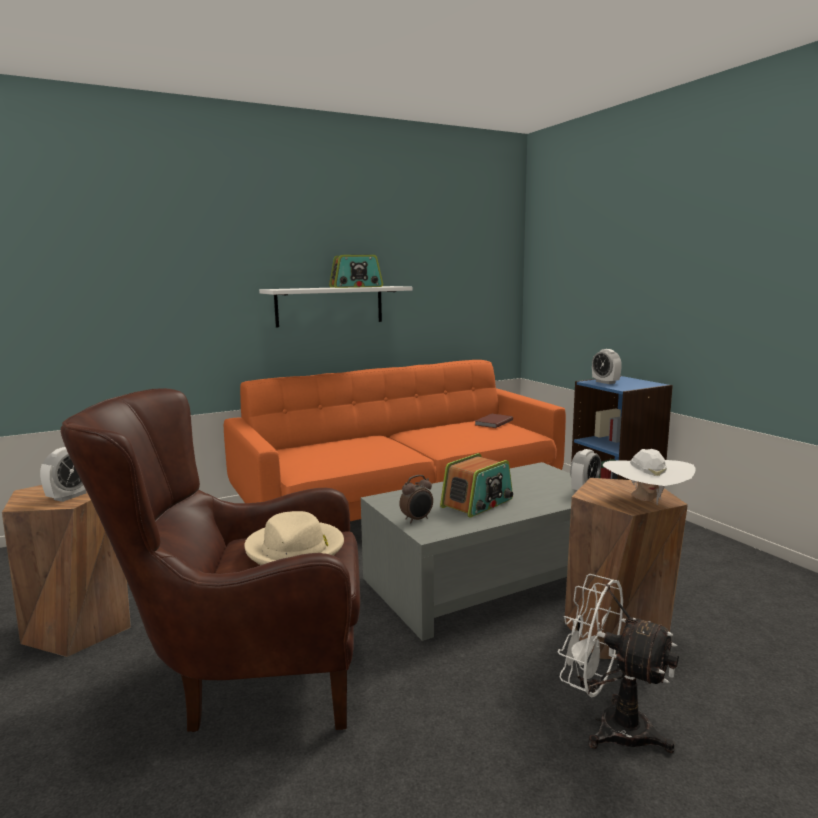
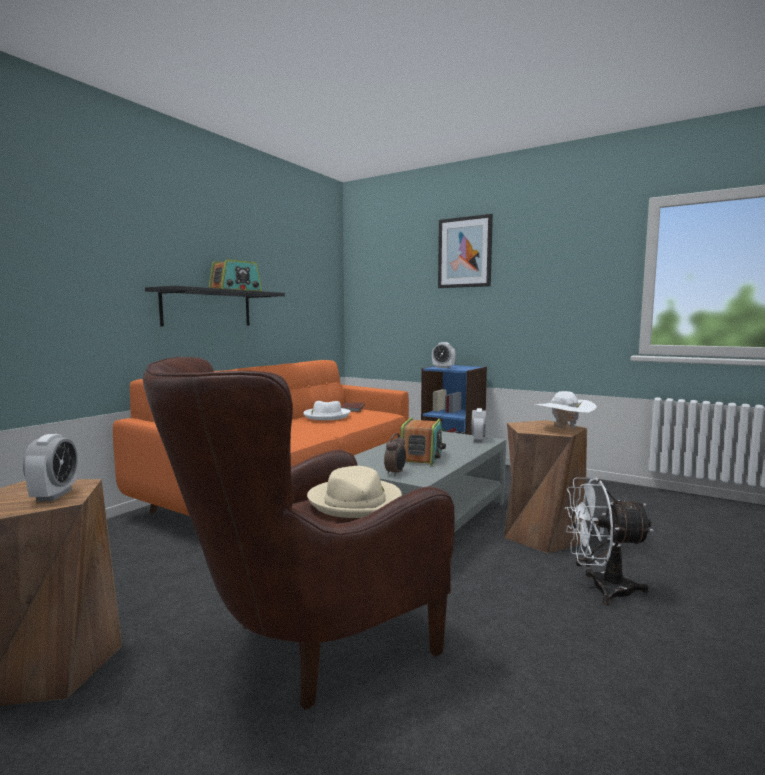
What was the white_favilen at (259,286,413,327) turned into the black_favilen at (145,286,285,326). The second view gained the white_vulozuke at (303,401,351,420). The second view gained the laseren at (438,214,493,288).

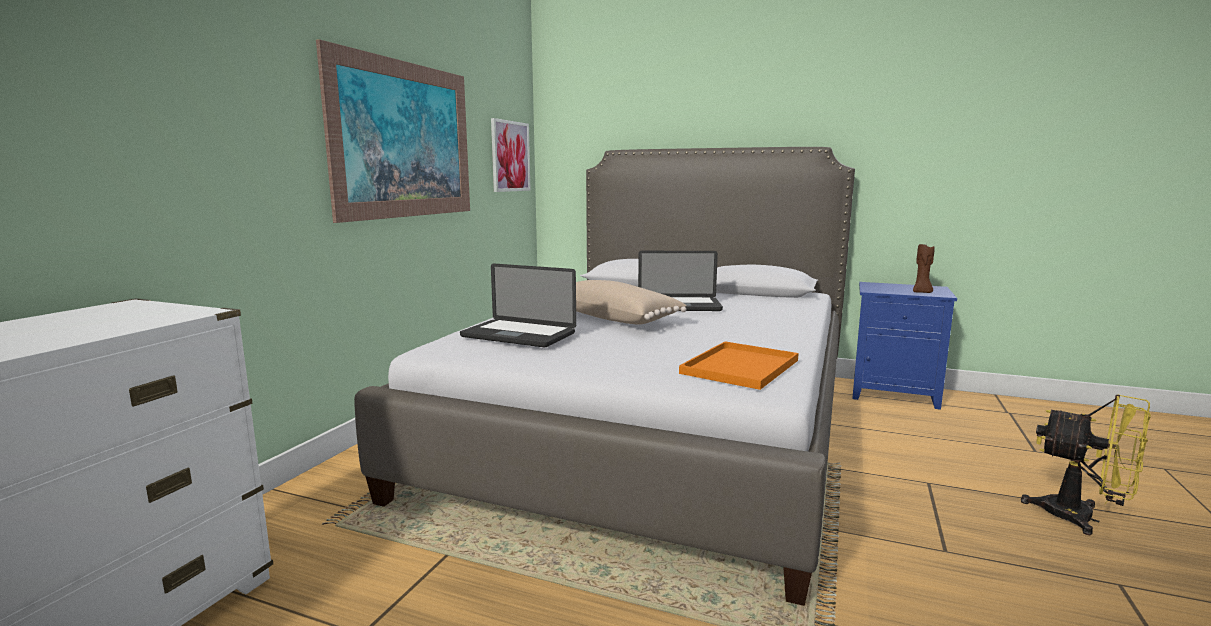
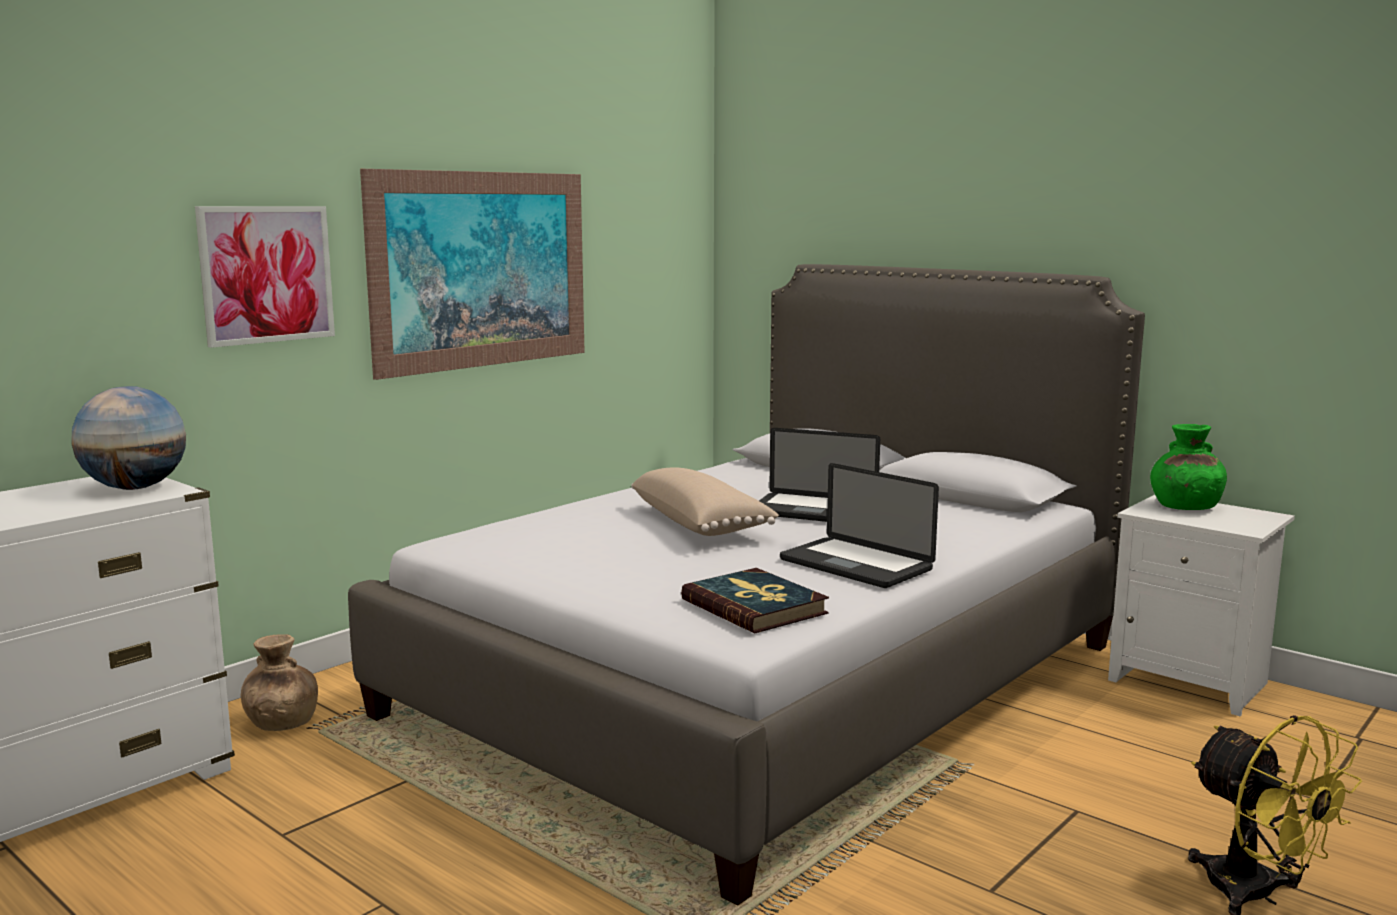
The second view gained the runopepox at (71,386,186,490). The laseren ended up elsewhere, having gone from (491,118,530,192) to (195,206,335,348). The second view gained the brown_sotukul at (241,634,318,731). Where the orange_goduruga stood at (679,342,798,390), the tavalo came to stand at (681,568,829,633). The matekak ended up elsewhere, having gone from (460,264,576,347) to (780,463,939,588). What was the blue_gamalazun at (852,282,957,410) turned into the white_gamalazun at (1108,495,1295,716). The second view gained the green_sotukul at (1150,424,1227,510). The second view lost the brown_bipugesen at (913,244,935,293).

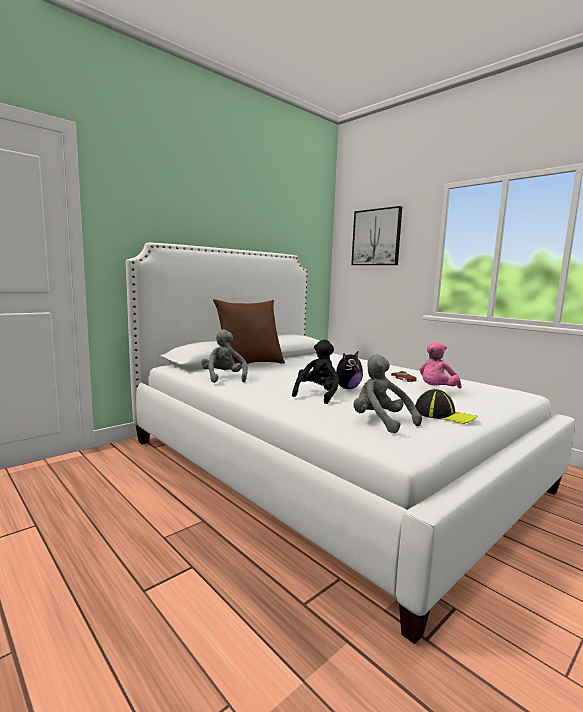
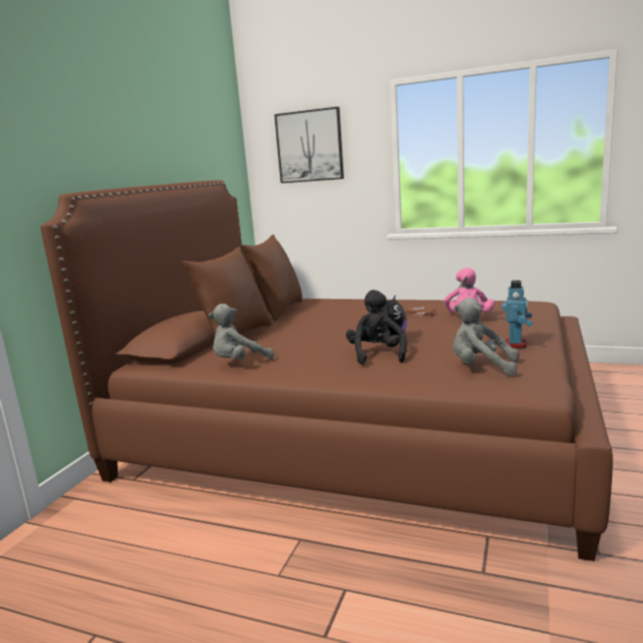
What was the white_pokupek at (126,243,575,644) turned into the brown_pokupek at (40,180,613,561). The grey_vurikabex at (201,329,248,383) ended up facing another way, 75 degrees counterclockwise from before. The second view gained the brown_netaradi at (240,235,302,322). Where the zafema stood at (415,389,477,424), the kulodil came to stand at (502,280,533,348).

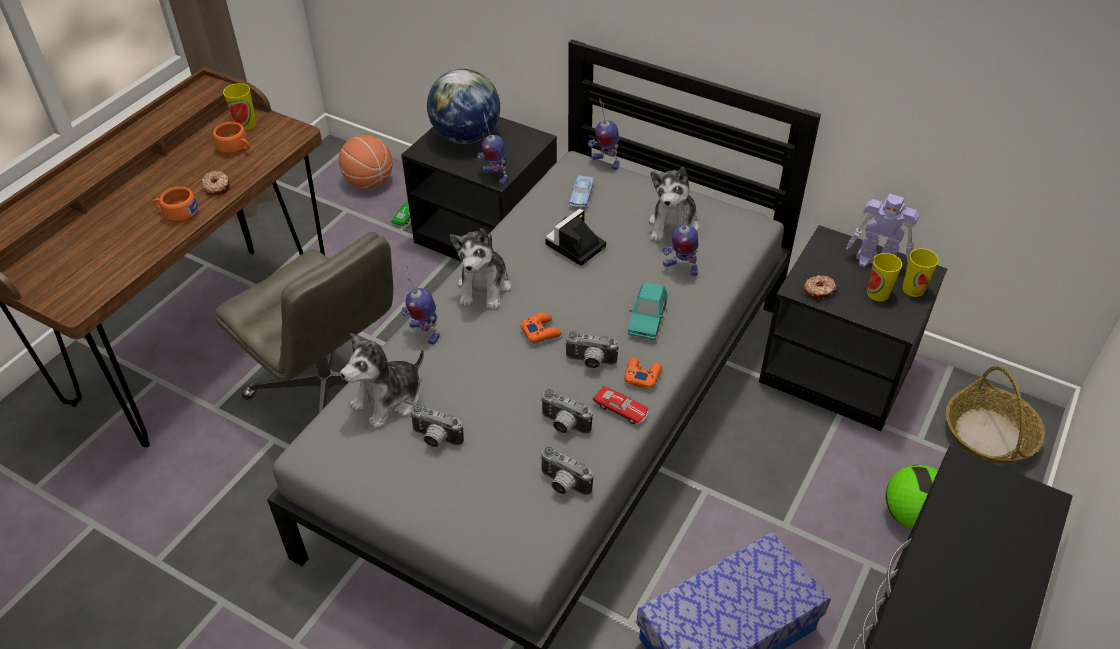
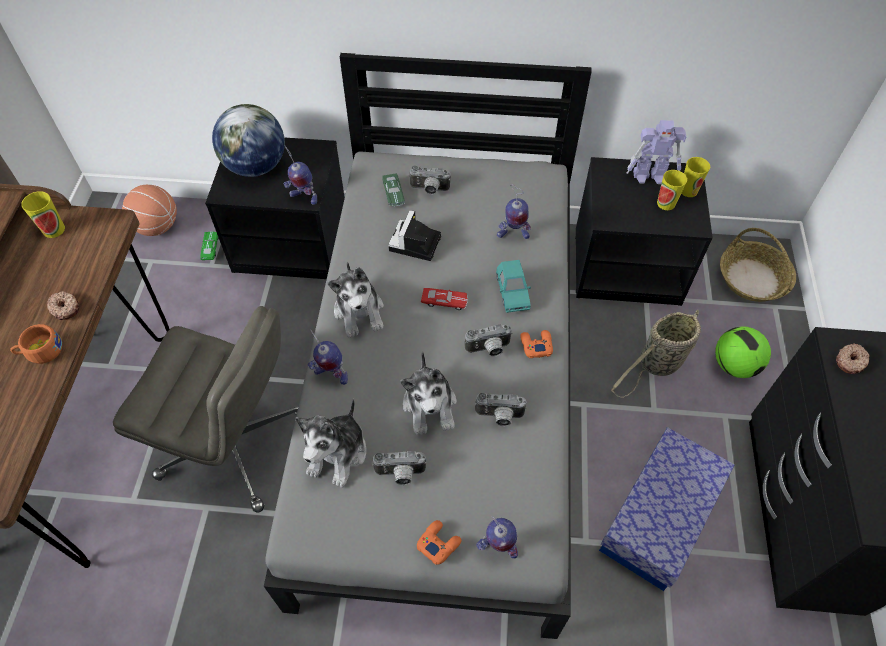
What was the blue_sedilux at (569,175,594,207) turned into the green_sedilux at (382,173,405,206). The vurikabex ended up elsewhere, having gone from (649,167,699,242) to (400,351,457,436). The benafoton ended up elsewhere, having gone from (540,446,594,495) to (409,165,450,195). The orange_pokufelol ended up elsewhere, having gone from (520,313,562,343) to (417,520,462,565). The red_sedilux ended up elsewhere, having gone from (593,386,648,424) to (421,288,468,310). The kulodil ended up elsewhere, having gone from (588,97,619,170) to (476,516,518,559). The second view gained the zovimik at (611,309,701,398). The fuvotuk ended up elsewhere, having gone from (804,275,837,299) to (836,343,870,374). The second view lost the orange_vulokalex at (213,122,250,155).

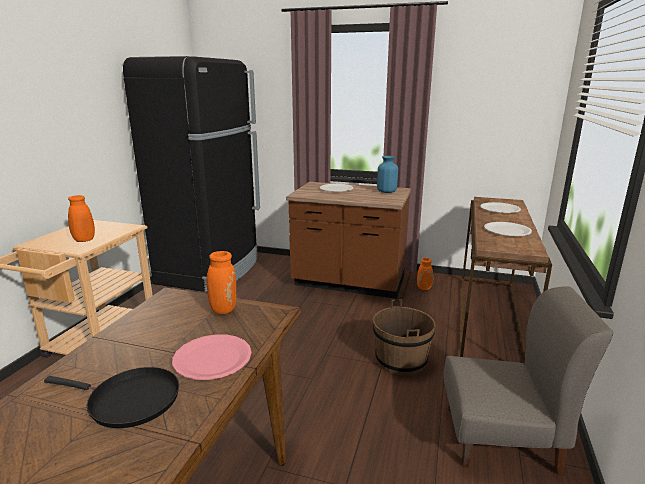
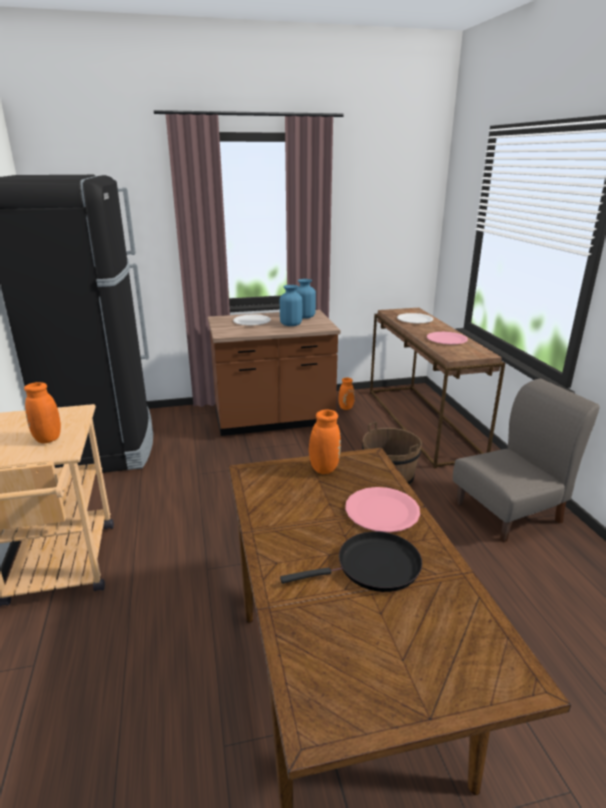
The second view gained the blue_sotukul at (280,285,302,326). What was the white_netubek at (484,222,532,236) turned into the pink_netubek at (427,332,468,344).

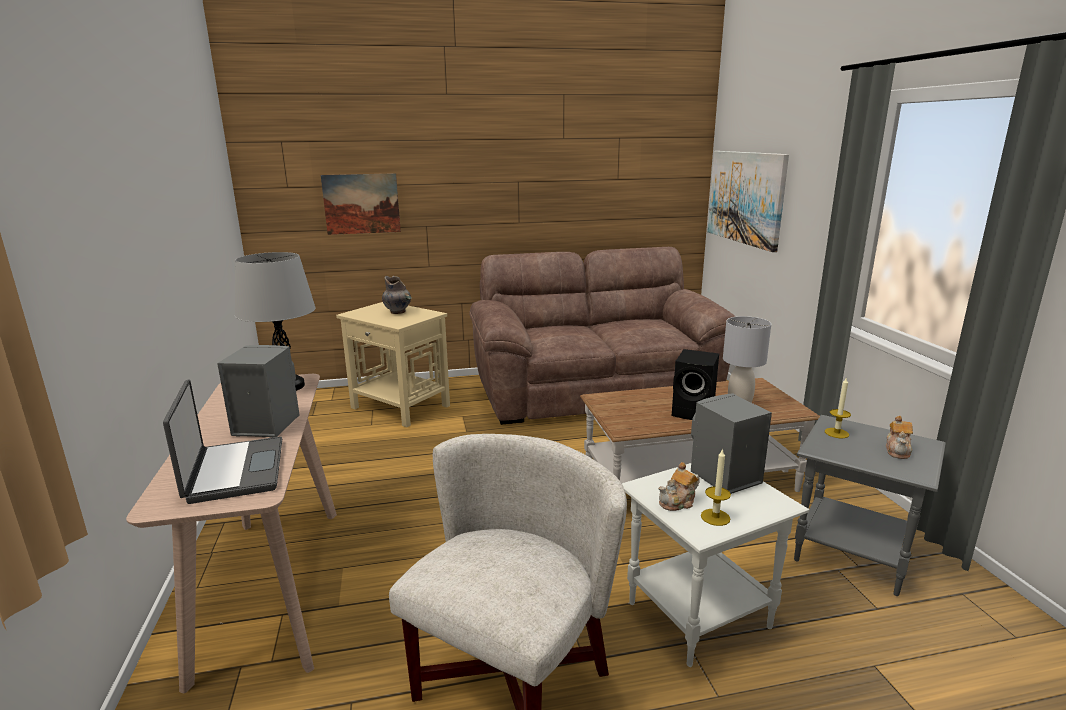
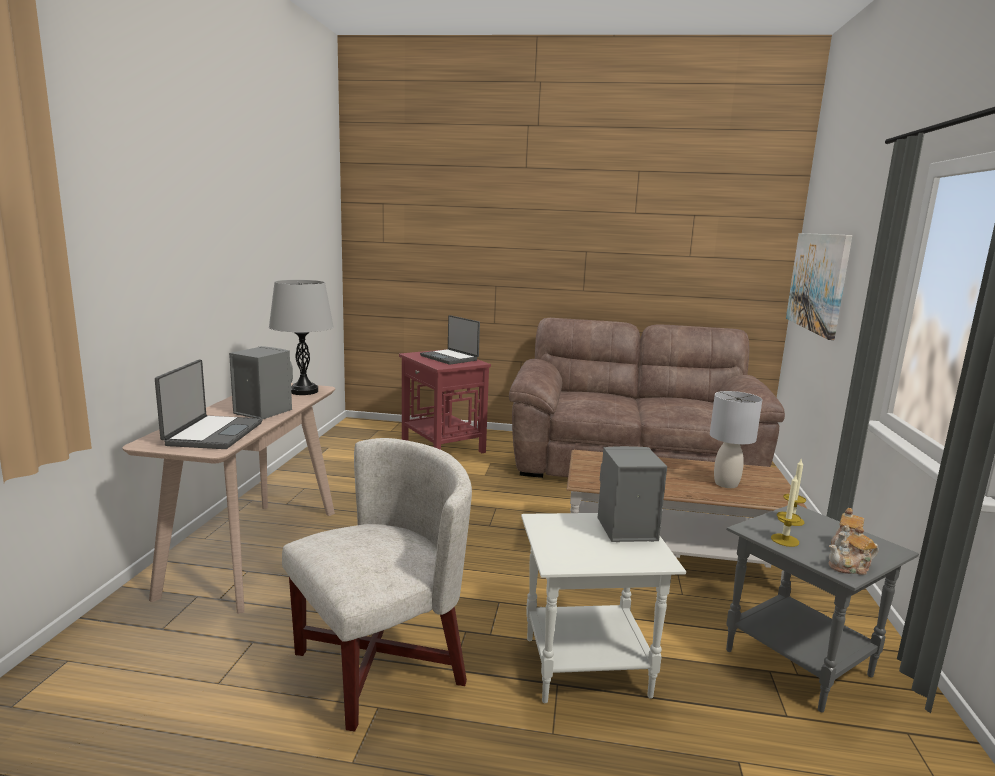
What was the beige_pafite at (336,302,450,427) turned into the red_pafite at (399,349,491,453). Where the grey_sotukul stood at (382,276,412,314), the matekak came to stand at (420,315,480,364). The bipugesen ended up elsewhere, having gone from (701,448,731,526) to (771,475,801,547). The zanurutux ended up elsewhere, having gone from (658,462,700,511) to (828,526,879,575). The second view lost the laseren at (321,173,401,235). The second view lost the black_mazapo at (672,349,719,420).

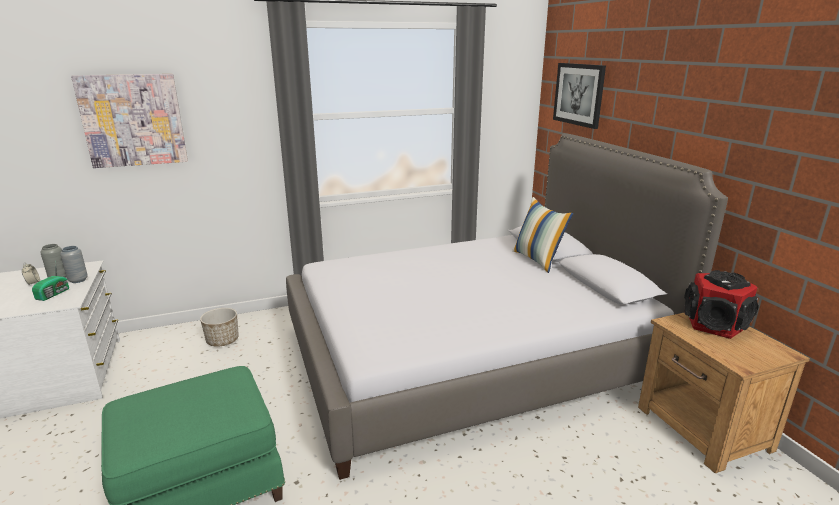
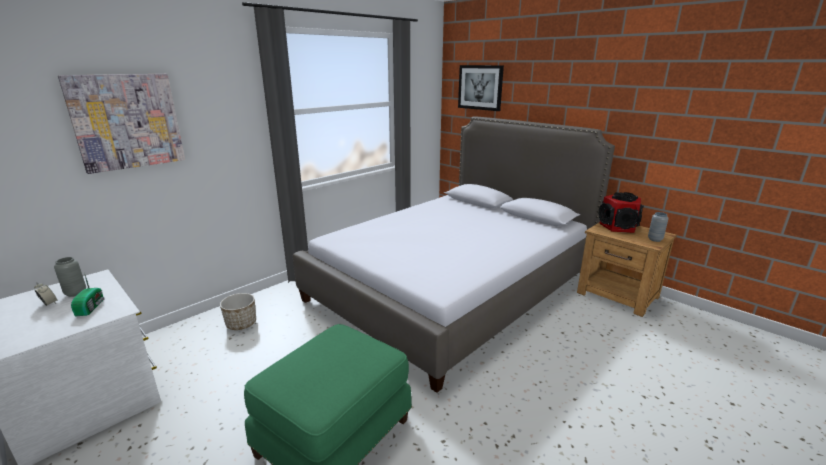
The grey_sotukul ended up elsewhere, having gone from (60,246,88,283) to (648,212,668,242). The second view lost the netaradi at (512,197,573,273).

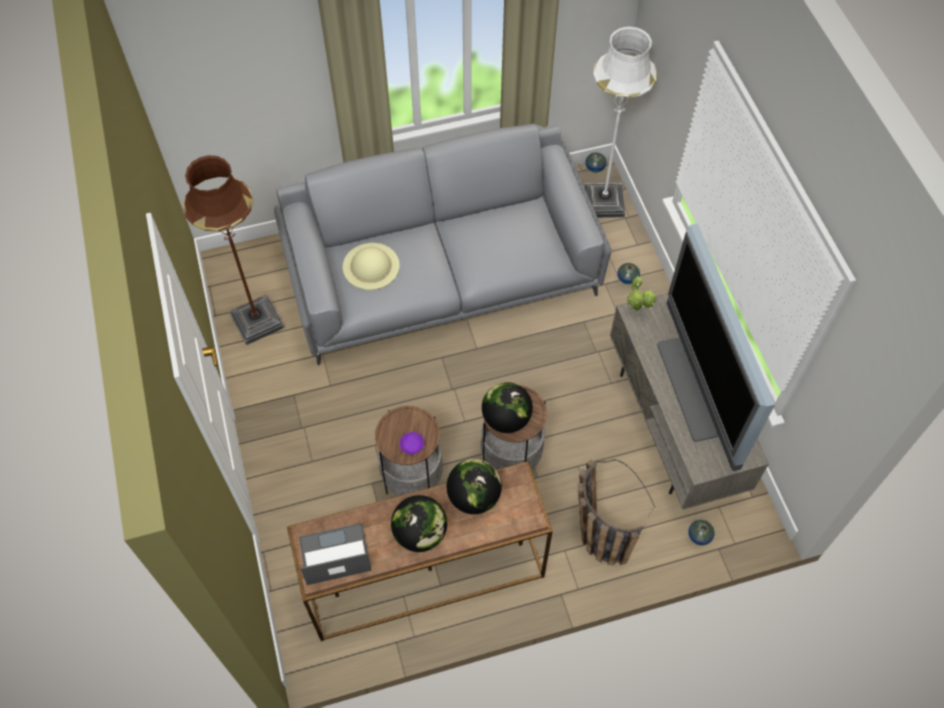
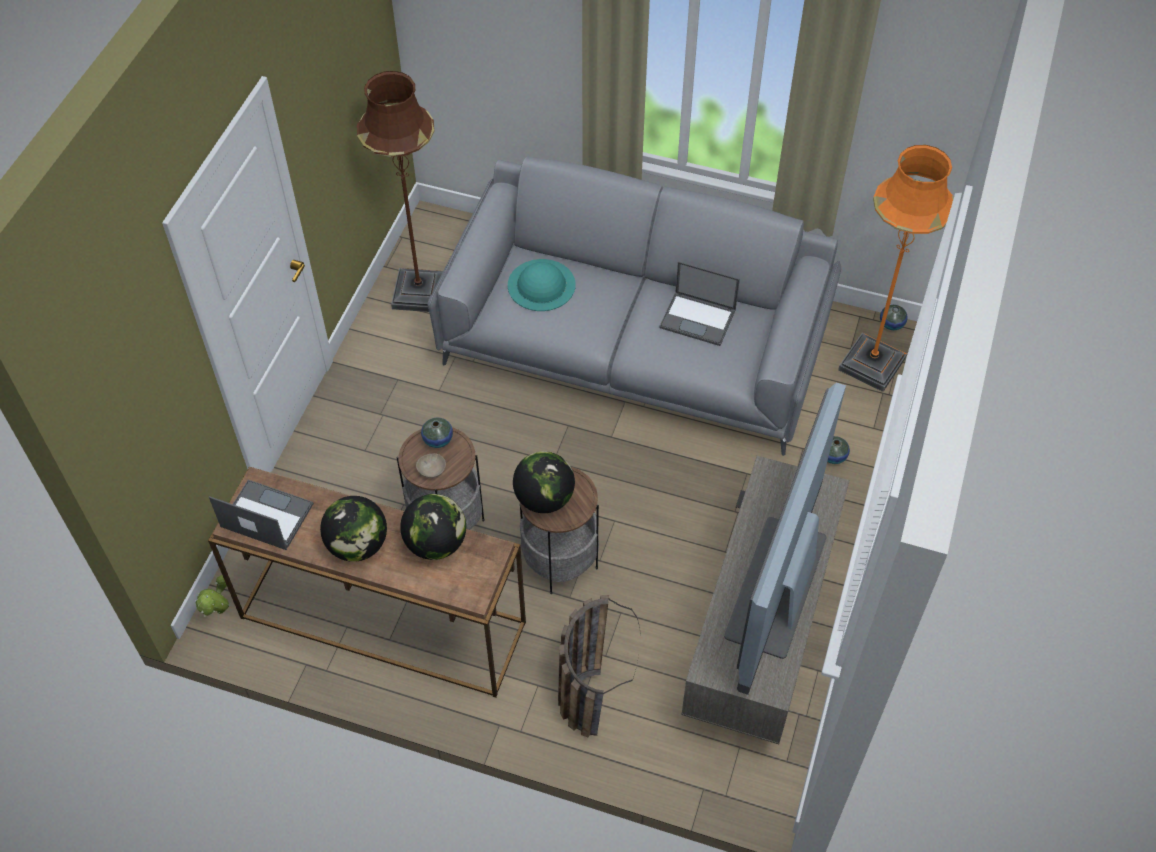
The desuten ended up elsewhere, having gone from (627,276,656,311) to (195,575,230,617). What was the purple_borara at (399,432,424,454) turned into the beige_borara at (416,453,446,478). The sotukul ended up elsewhere, having gone from (688,520,715,545) to (421,418,453,448). What was the beige_vulozuke at (343,243,400,290) turned into the turquoise_vulozuke at (508,259,576,311). The second view gained the matekak at (659,261,740,346). What was the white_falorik at (584,26,657,218) turned into the orange_falorik at (838,145,954,392).

